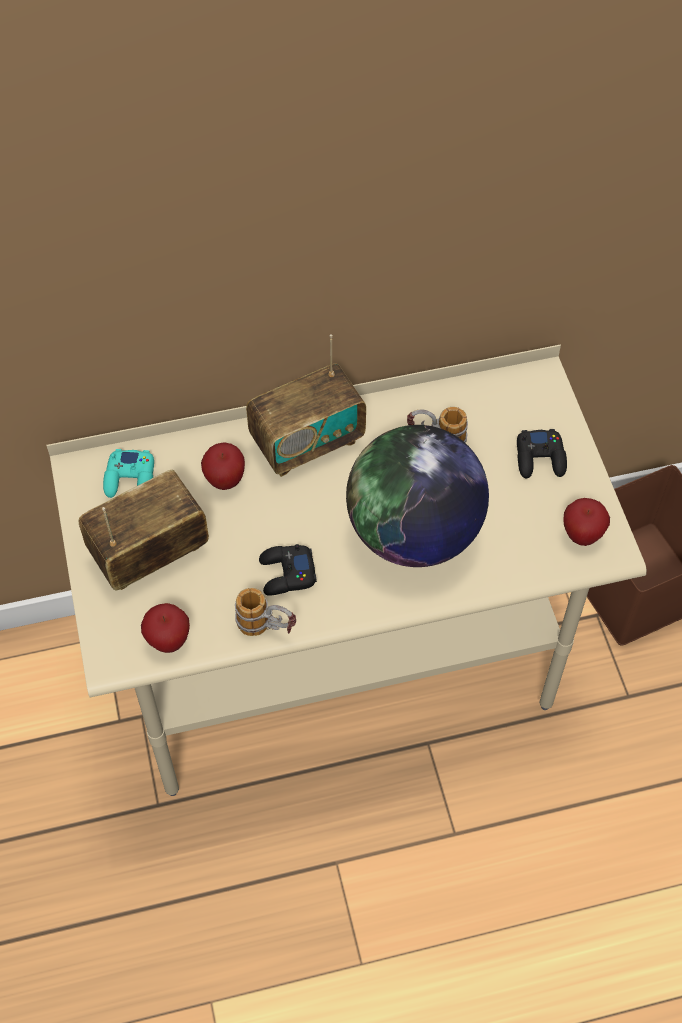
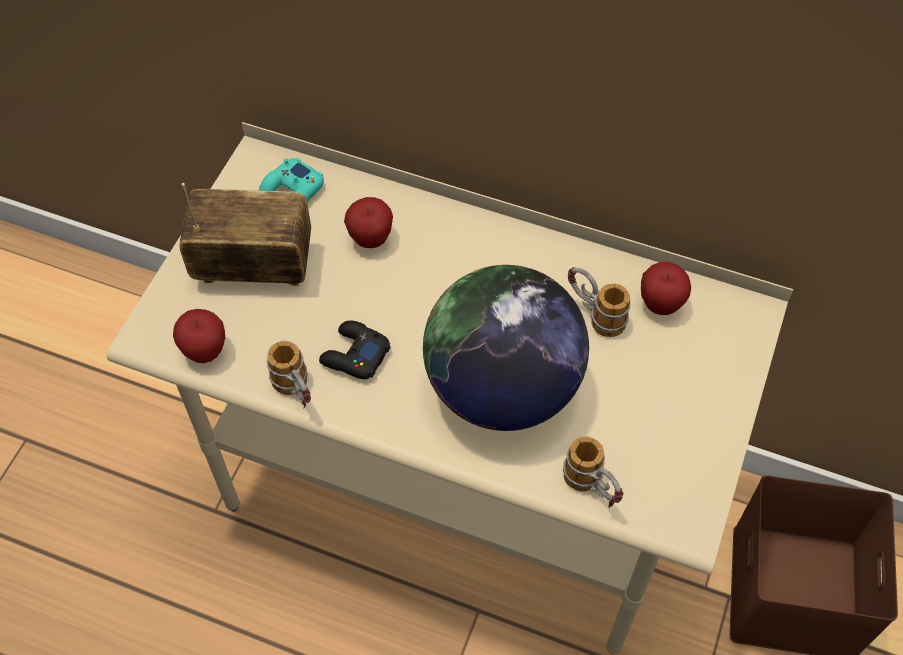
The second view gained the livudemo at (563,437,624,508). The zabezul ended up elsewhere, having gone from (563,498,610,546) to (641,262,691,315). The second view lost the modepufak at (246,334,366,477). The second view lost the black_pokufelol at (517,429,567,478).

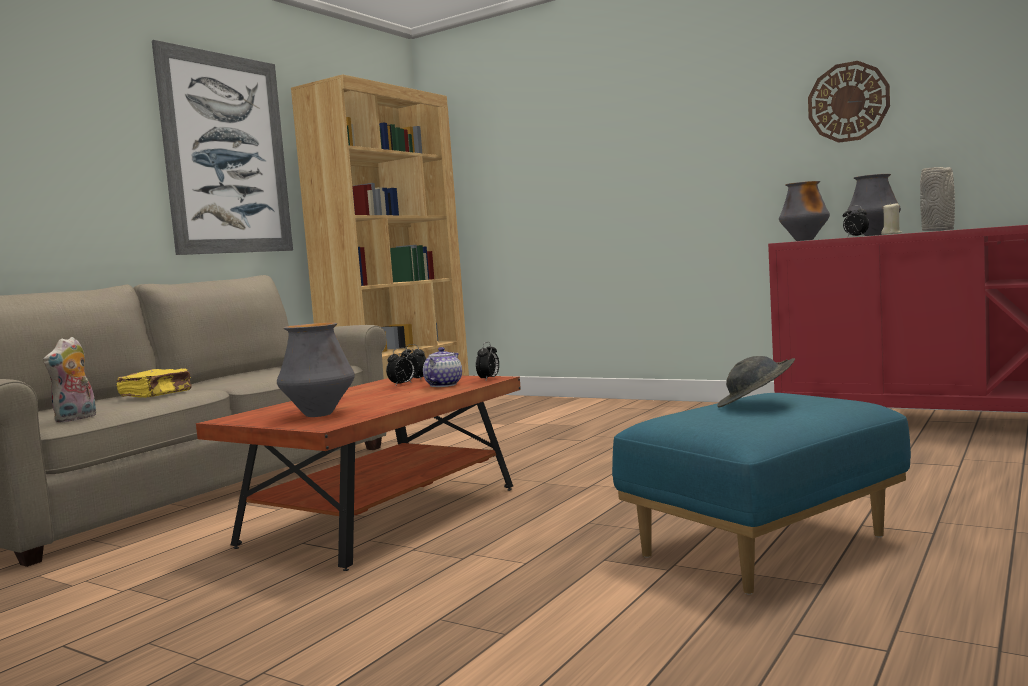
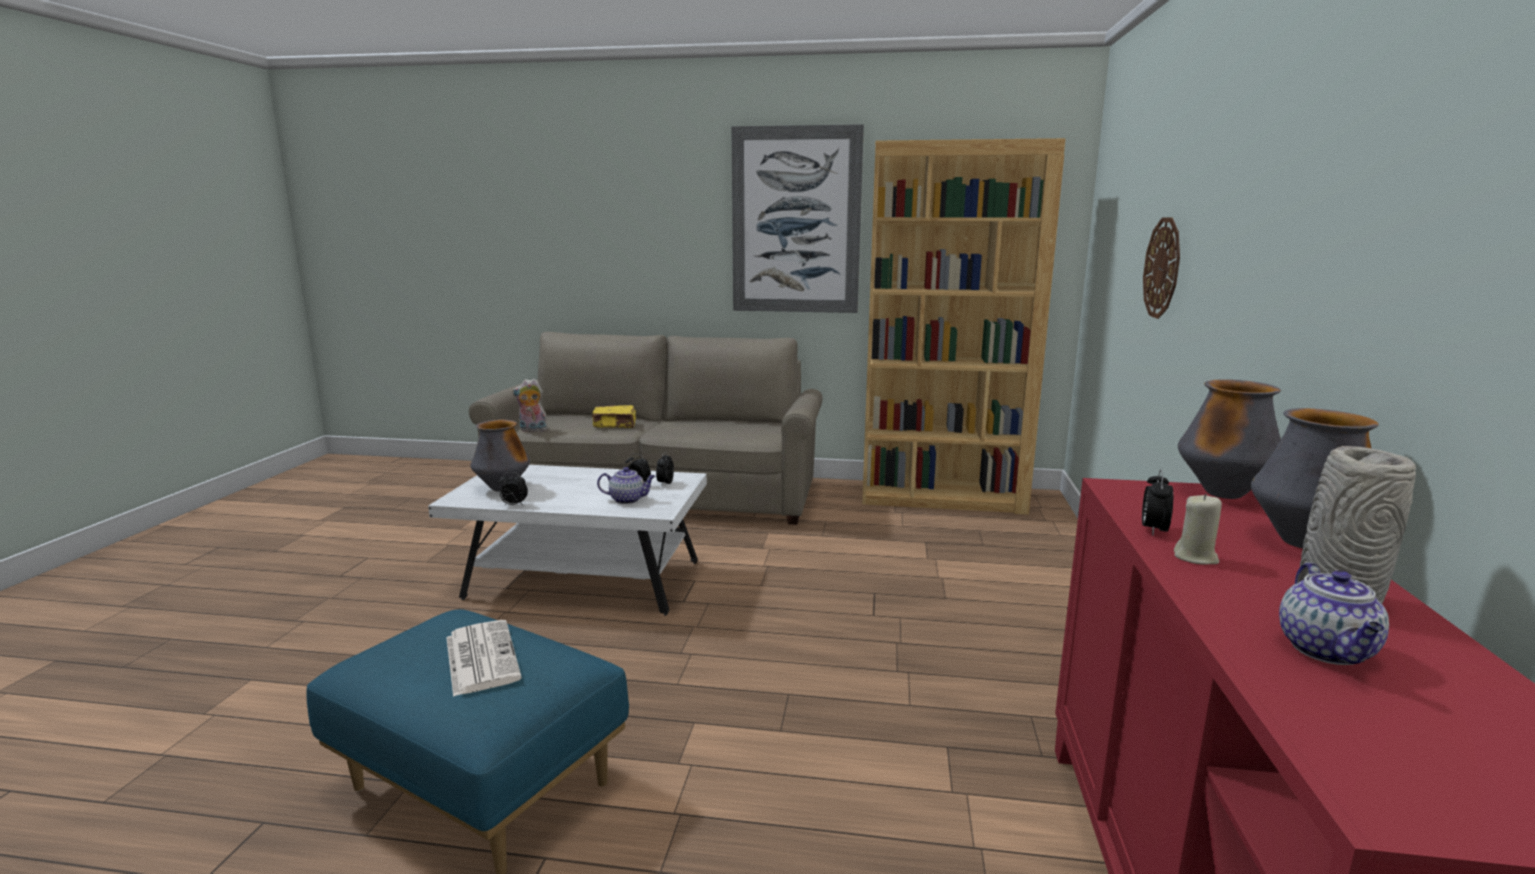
What was the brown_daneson at (196,375,521,571) turned into the white_daneson at (428,465,707,616). Where the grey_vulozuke stood at (717,356,795,407), the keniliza came to stand at (446,620,522,697). The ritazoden ended up elsewhere, having gone from (476,342,499,380) to (498,472,528,505). The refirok ended up elsewhere, having gone from (808,61,890,143) to (1143,217,1180,319). The second view gained the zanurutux at (1279,562,1389,665).

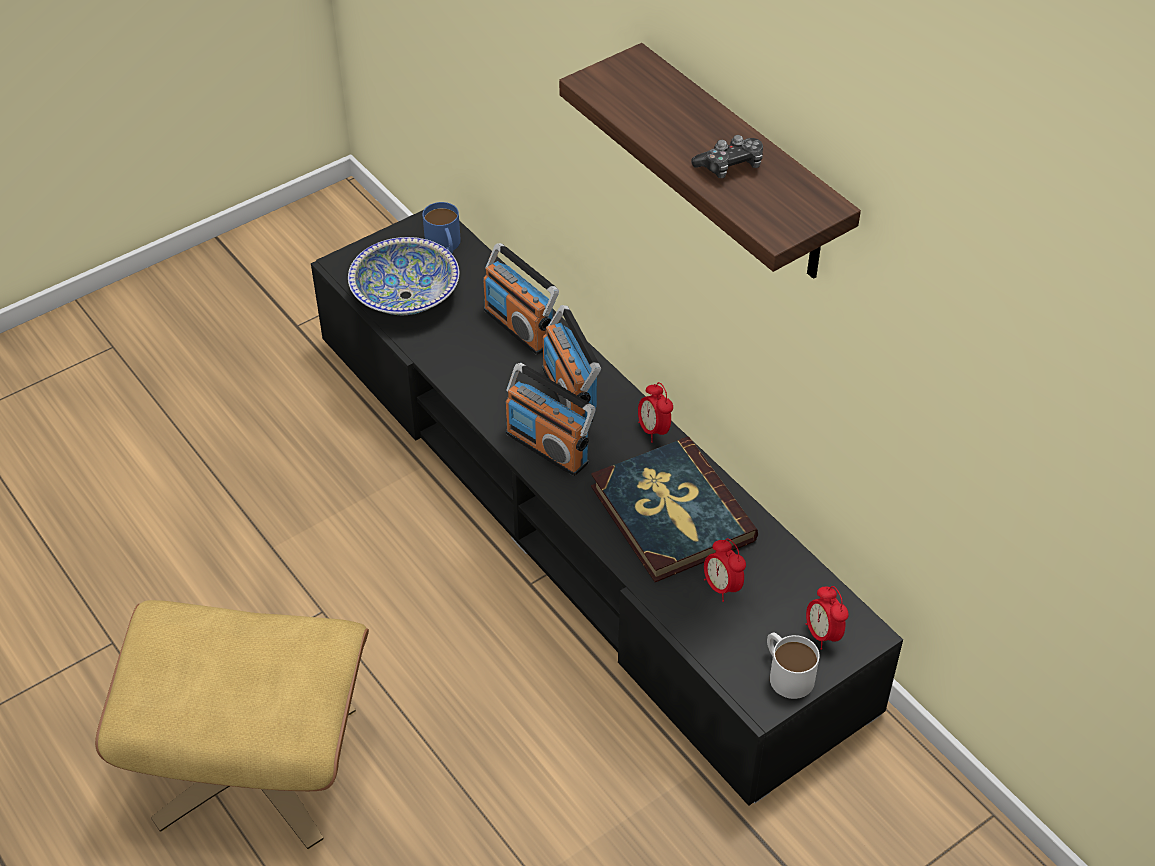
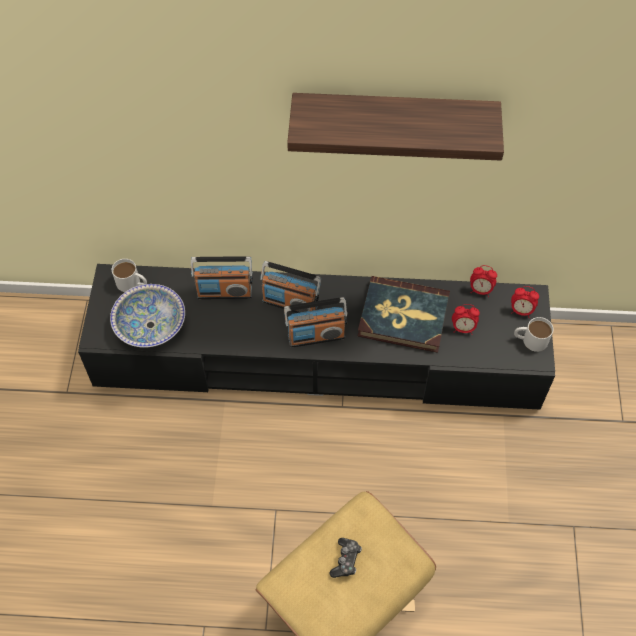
What was the blue_livudemo at (423,202,461,254) turned into the white_livudemo at (112,259,147,292). The pokufelol ended up elsewhere, having gone from (691,135,763,178) to (330,538,362,578). The ritazoden ended up elsewhere, having gone from (638,382,673,443) to (470,265,497,297).

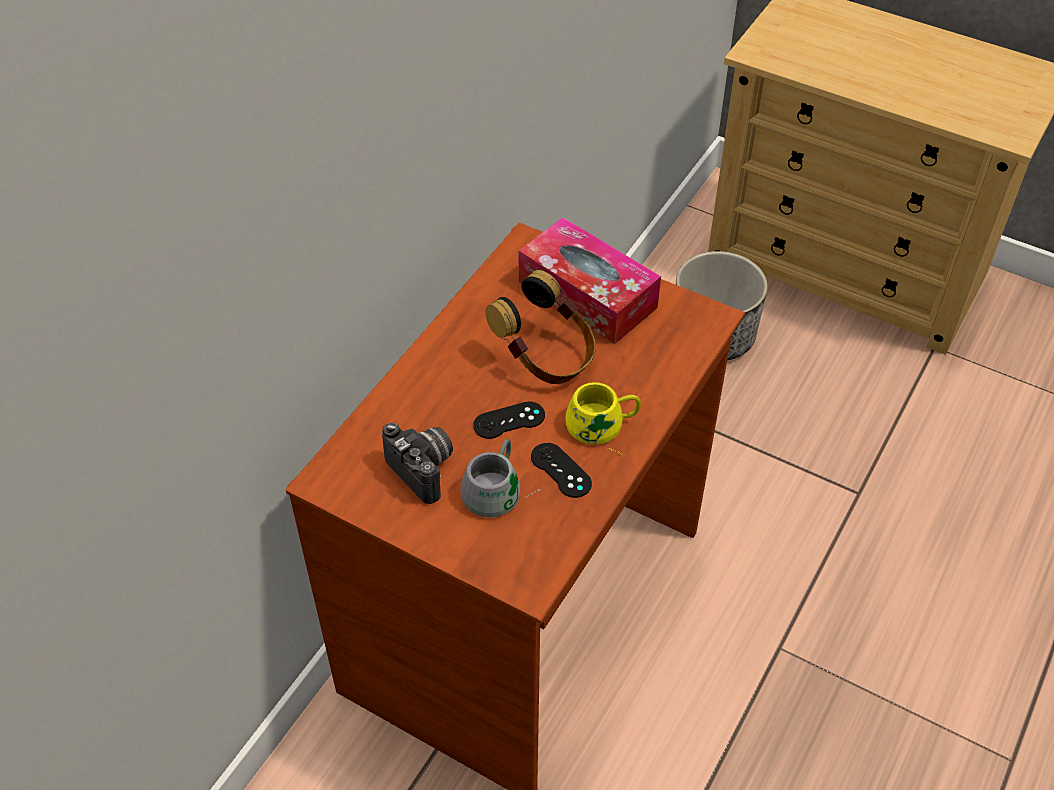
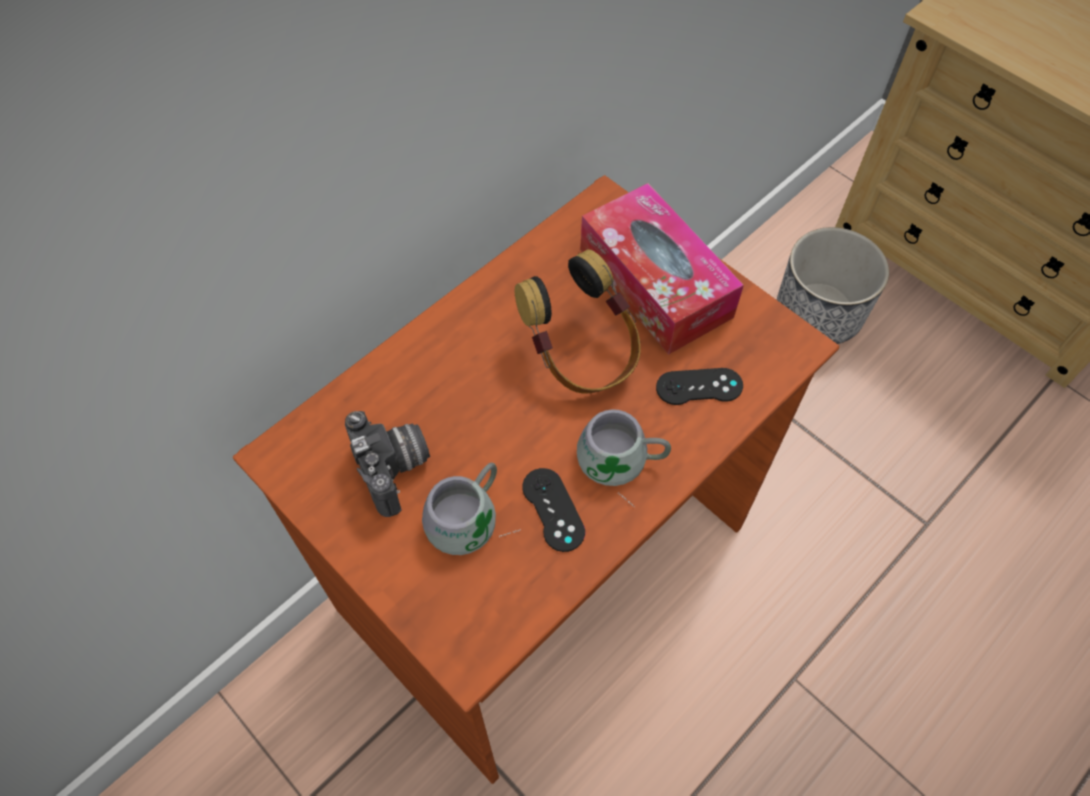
What was the yellow_livudemo at (566,382,641,455) turned into the grey_livudemo at (577,409,671,507). The black_pokufelol ended up elsewhere, having gone from (473,401,545,439) to (656,368,743,405).

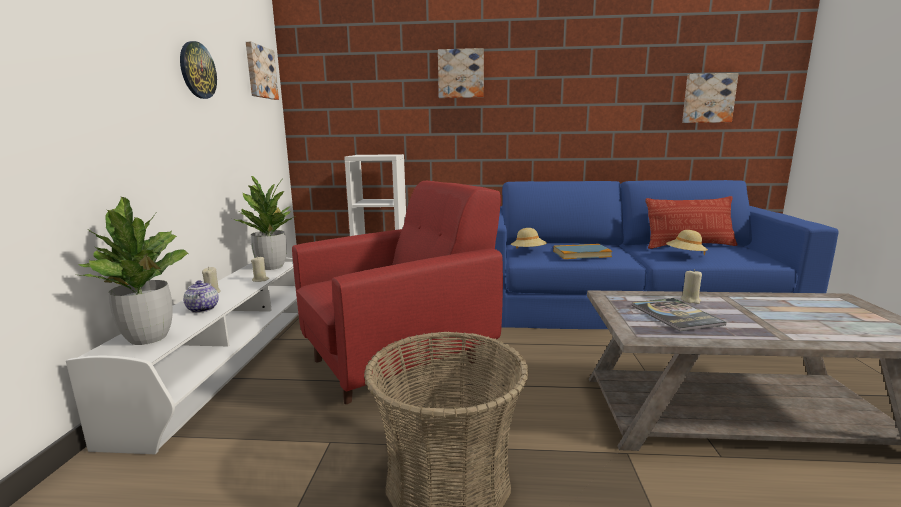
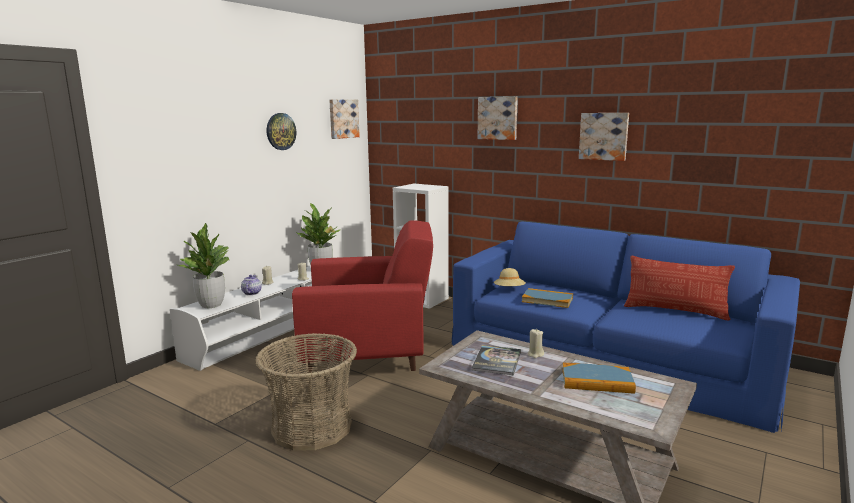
The second view gained the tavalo at (562,363,636,394). The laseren ended up elsewhere, having gone from (682,73,739,123) to (579,113,629,161). The second view lost the beige_vulozuke at (666,230,708,255).

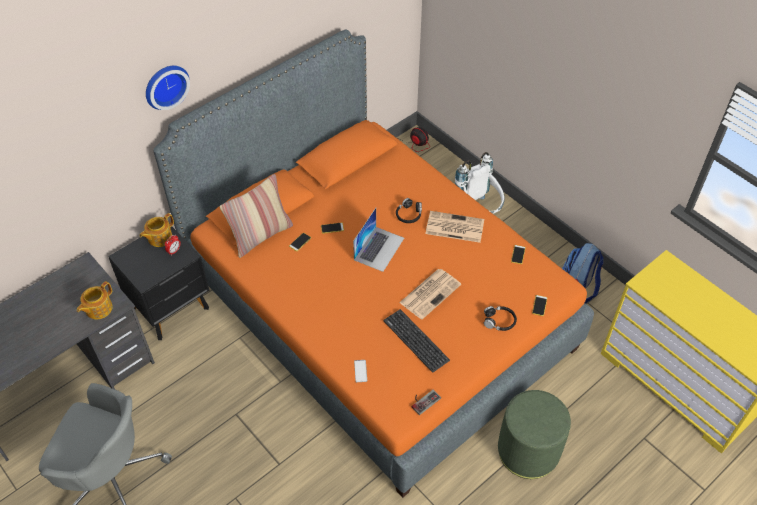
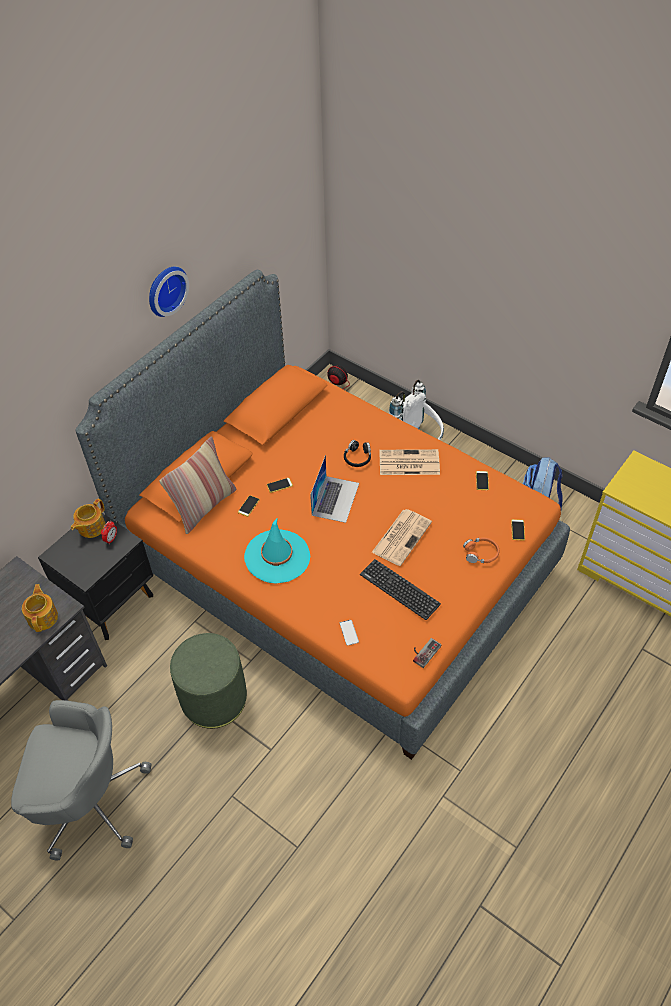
The zanurutux at (77,281,113,320) ended up facing another way, 150 degrees clockwise from before. The refirok ended up elsewhere, having gone from (146,66,190,110) to (149,267,189,317). The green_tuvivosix ended up elsewhere, having gone from (498,390,571,479) to (170,633,247,729). The second view gained the turquoise_vulozuke at (244,517,310,583). What was the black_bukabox at (484,306,517,331) turned into the orange_bukabox at (463,537,500,563).

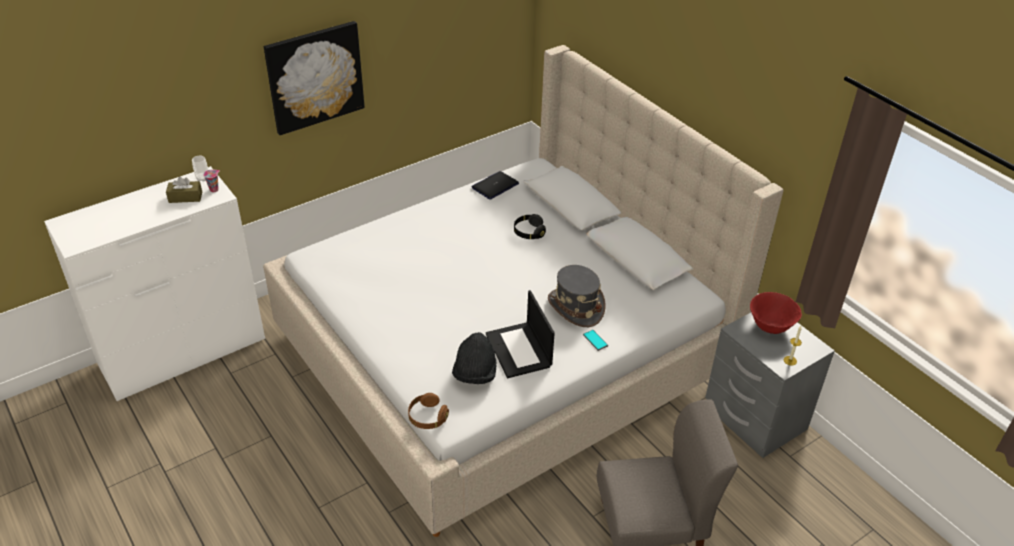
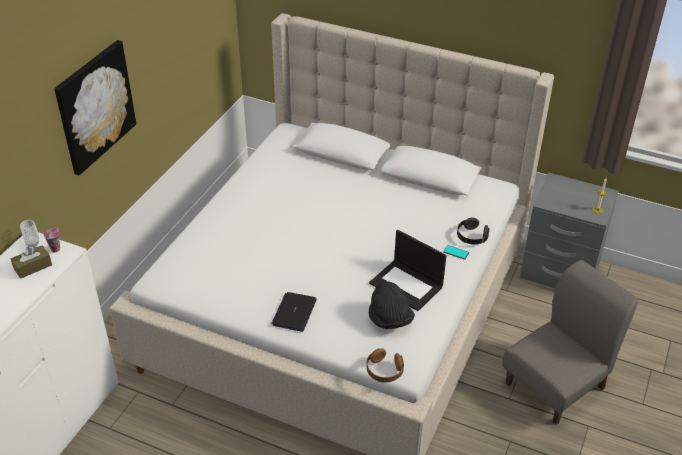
The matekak ended up elsewhere, having gone from (471,171,519,200) to (271,292,317,332). The black_bukabox ended up elsewhere, having gone from (514,214,546,239) to (457,218,490,244). The second view lost the grey_vulozuke at (548,265,606,327). The second view lost the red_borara at (750,292,802,334).

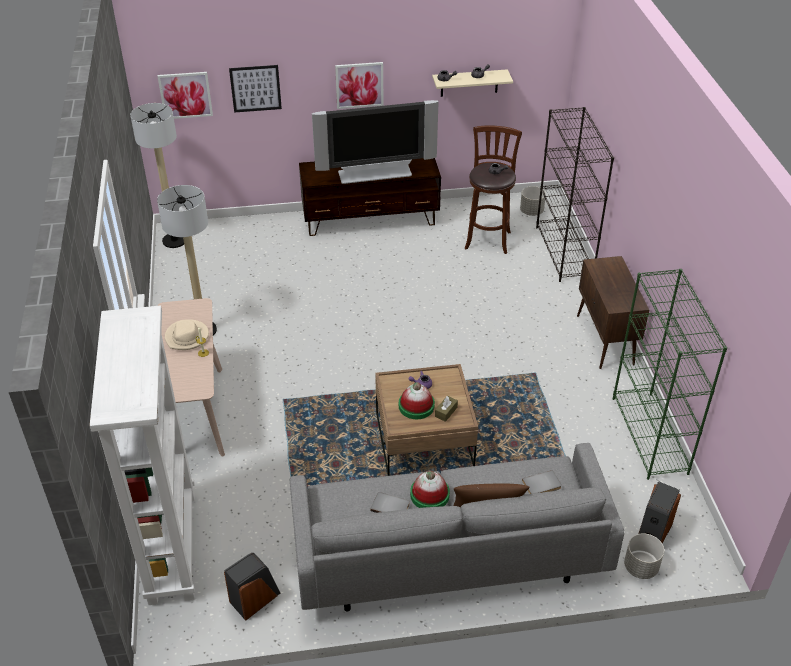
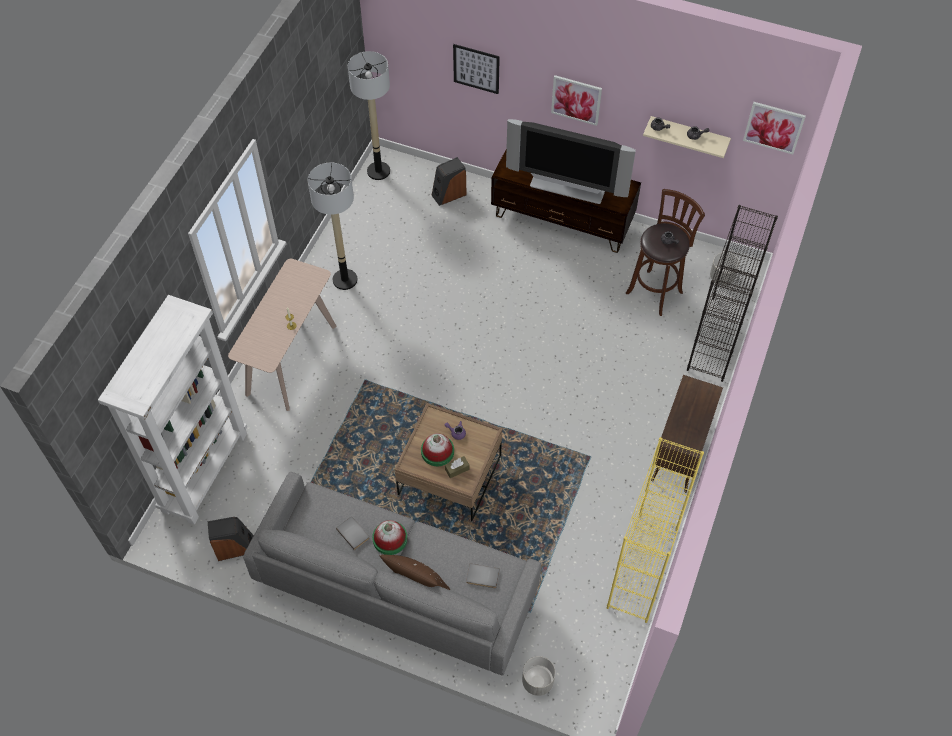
The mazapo ended up elsewhere, having gone from (638,481,681,543) to (431,157,467,206). What was the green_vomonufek at (613,269,727,480) turned into the yellow_vomonufek at (607,437,704,623). The laseren ended up elsewhere, having gone from (158,72,213,119) to (743,102,806,154). The second view lost the beige_vulozuke at (165,319,209,350).

